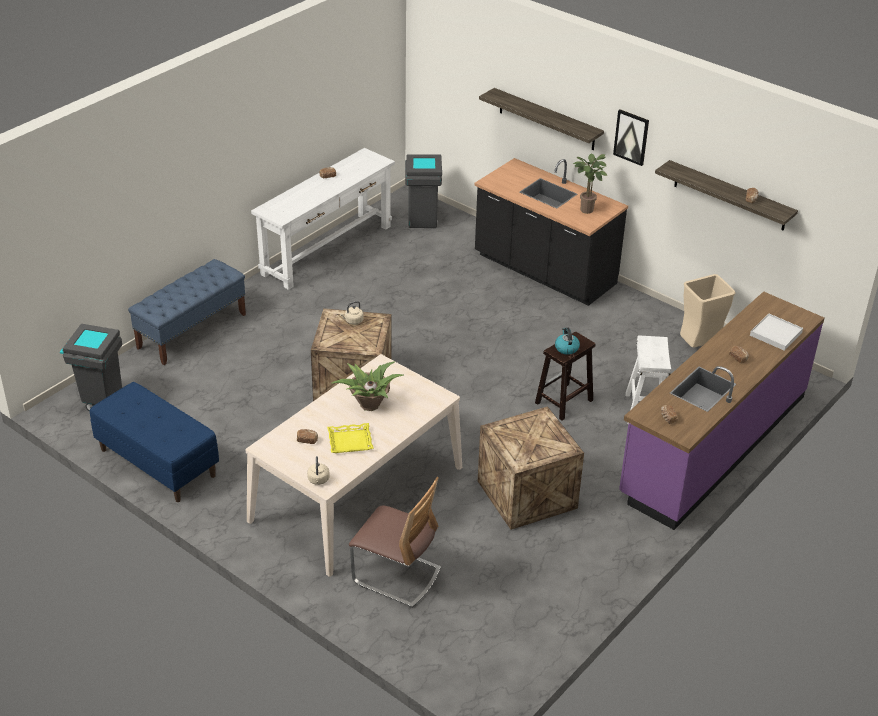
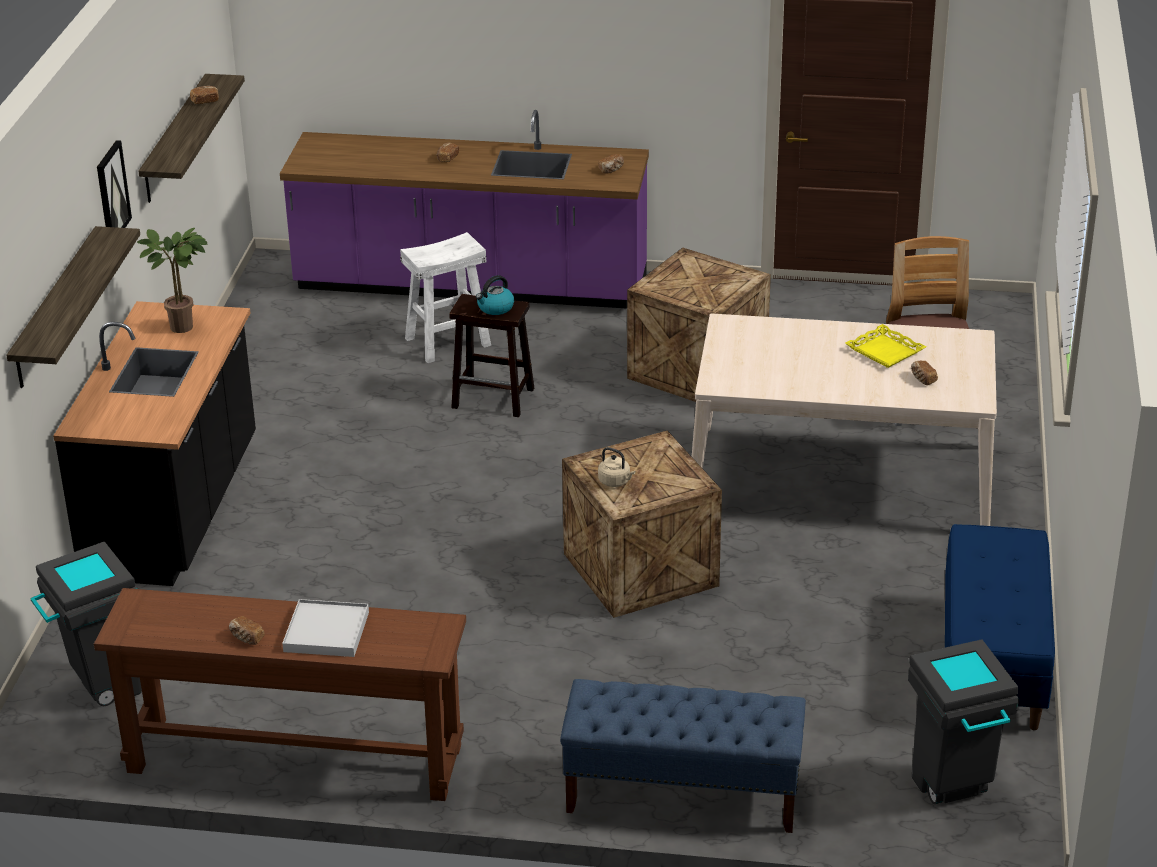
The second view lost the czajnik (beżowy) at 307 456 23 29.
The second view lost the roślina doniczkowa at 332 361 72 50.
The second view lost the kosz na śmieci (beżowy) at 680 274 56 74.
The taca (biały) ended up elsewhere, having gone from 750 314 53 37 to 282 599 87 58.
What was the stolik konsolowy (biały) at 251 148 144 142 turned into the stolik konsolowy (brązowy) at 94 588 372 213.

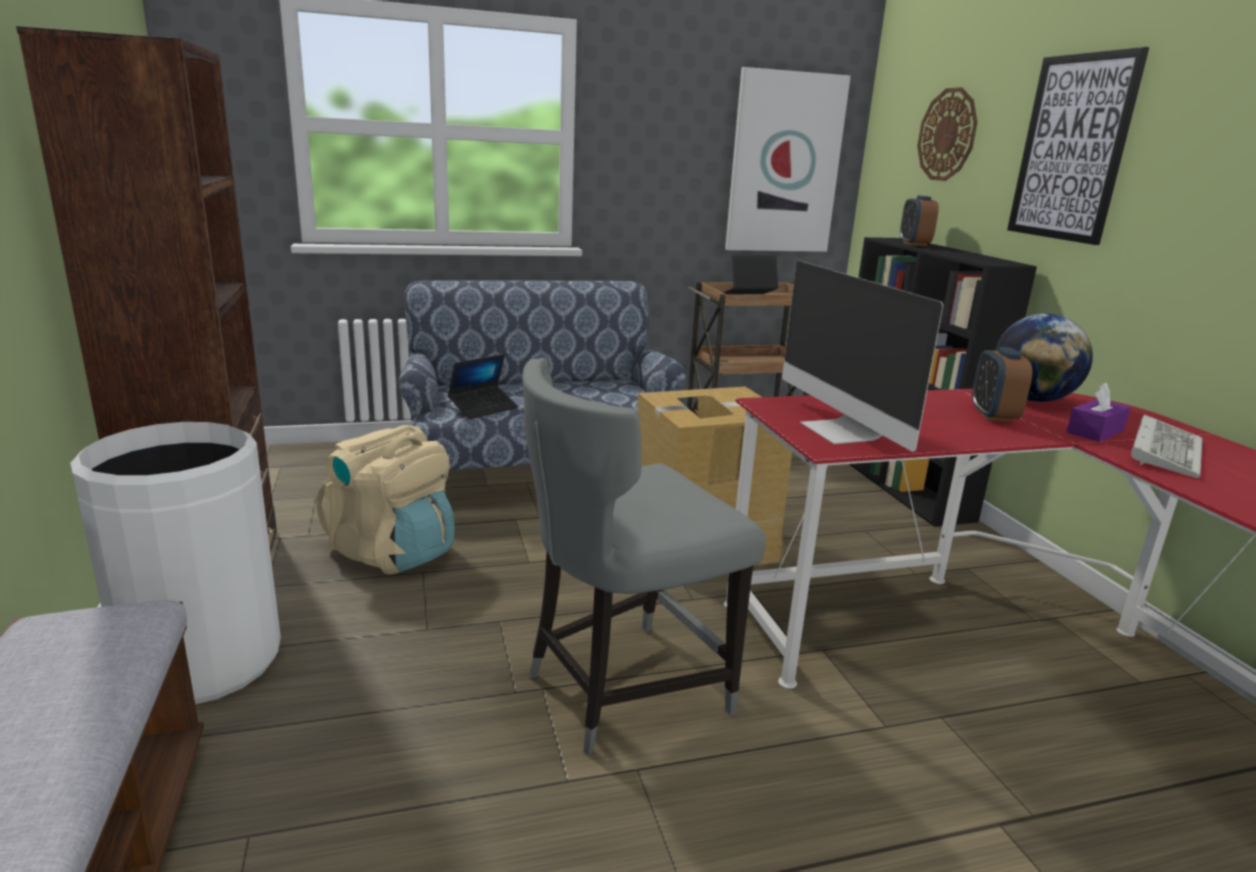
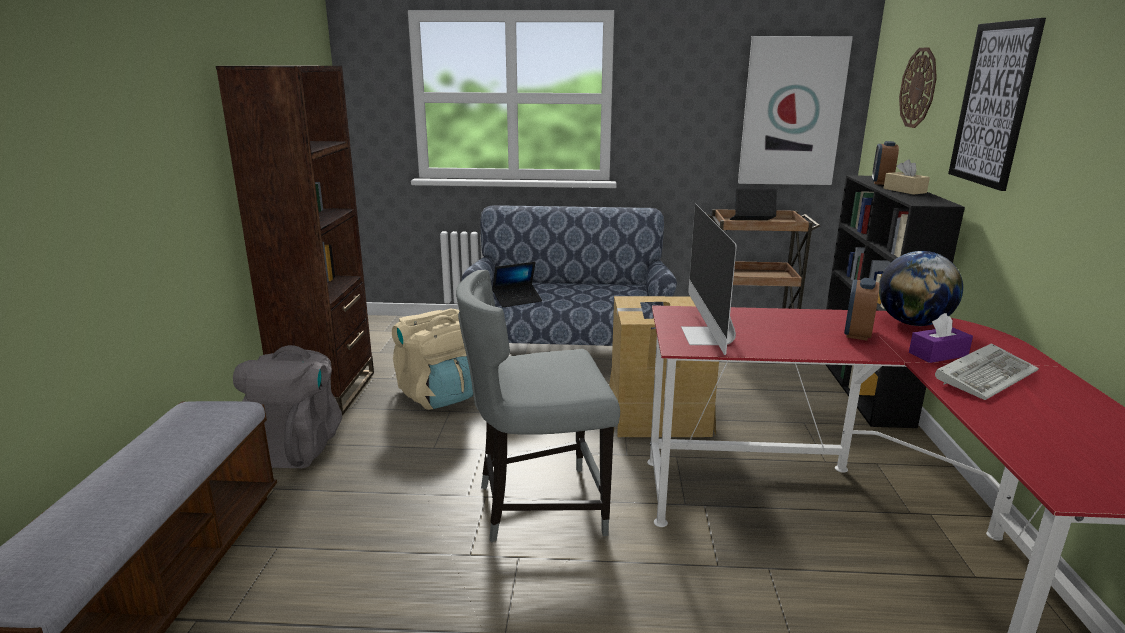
The second view gained the pudełko chusteczek (beżowy) at 884 159 46 36.
Where the kosz na śmieci (biały) stood at 70 422 211 282, the plecak (szary) came to stand at 233 345 109 123.

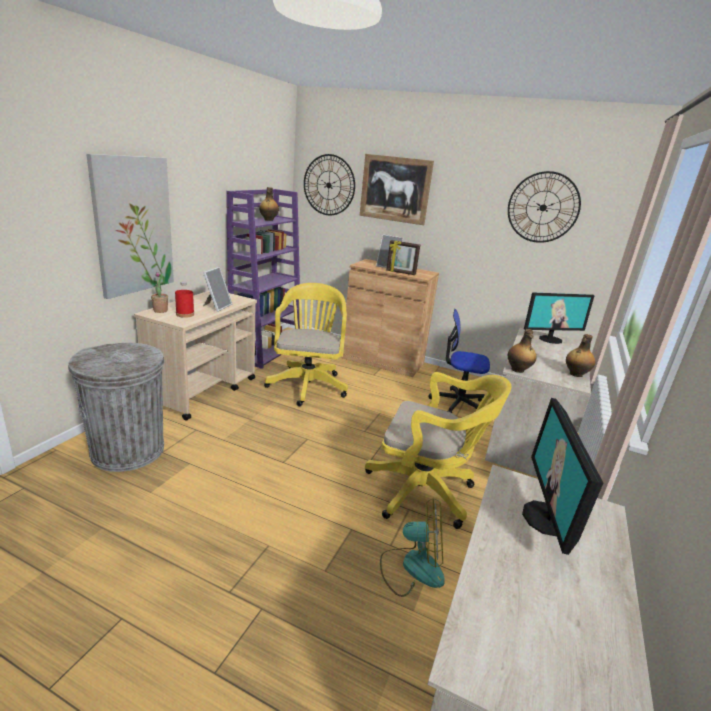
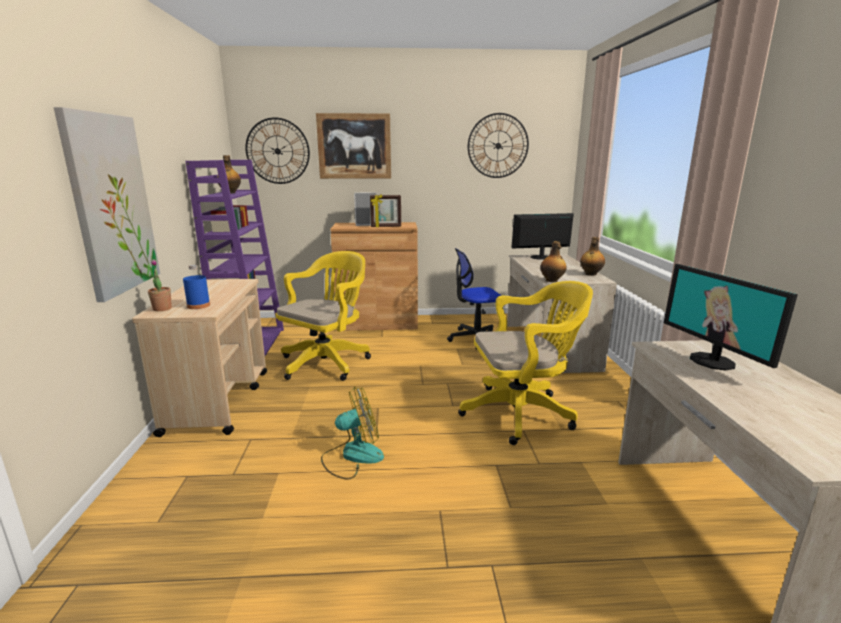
The second view lost the kosz na śmieci (szary) at 68 343 96 129.
The second view lost the ramka na zdjęcie at 203 267 29 45.
The wentylator ended up elsewhere, having gone from 380 498 65 99 to 321 386 63 94.
What was the butelka (czerwony) at 175 281 19 37 turned into the butelka (niebieski) at 183 265 27 44.
The krzesło biurowe (żółty) at 264 283 84 123 ended up facing another way, 60 degrees clockwise from before.
The monitor at 524 292 71 52 ended up facing another way, 150 degrees counterclockwise from before.

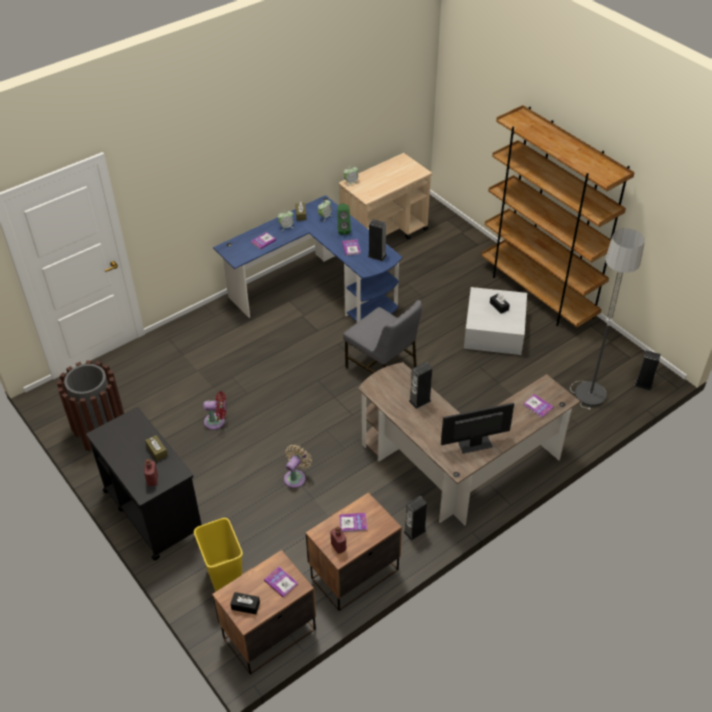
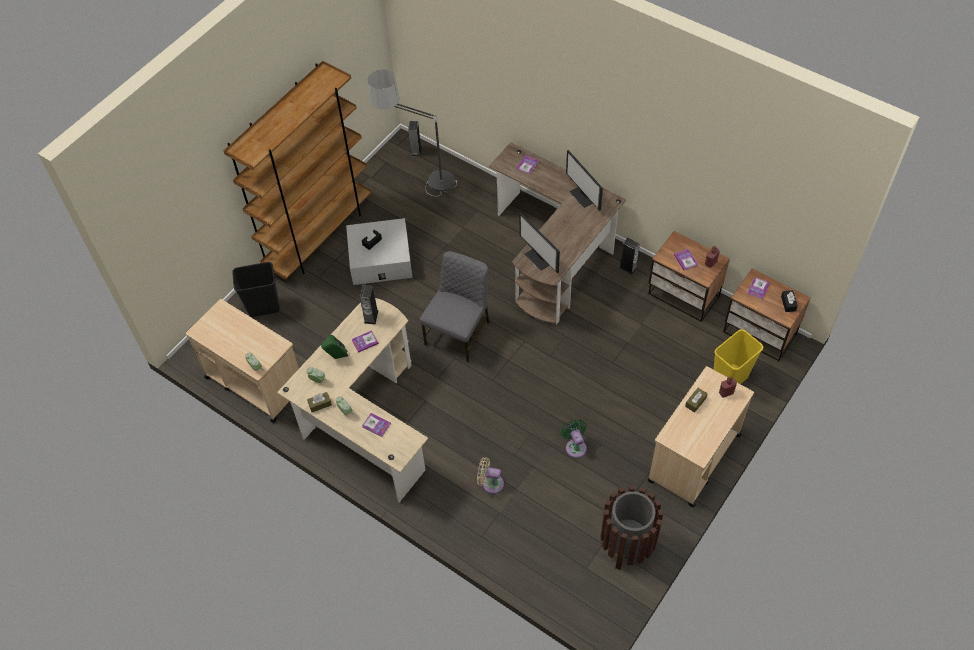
The second view lost the głośnik at 409 362 23 47.
The second view gained the kosz na śmieci (czarny) at 232 262 48 55.
The second view gained the monitor at 519 212 41 62.
The wentylator (beżowy) ended up elsewhere, having gone from 284 445 28 43 to 477 457 27 37.
What was the wózek (czarny) at 86 407 116 154 turned into the wózek (beżowy) at 648 366 106 141.
What was the wentylator (czerwony) at 203 391 23 39 turned into the wentylator (zielony) at 560 419 27 39.
What was the biurko (niebieski) at 213 195 190 127 turned into the biurko (beżowy) at 277 298 151 204.

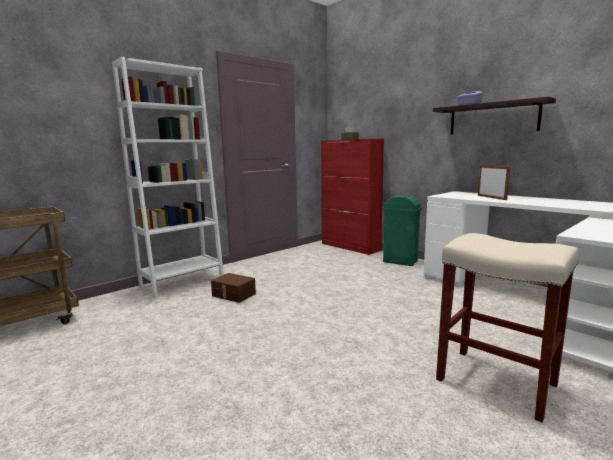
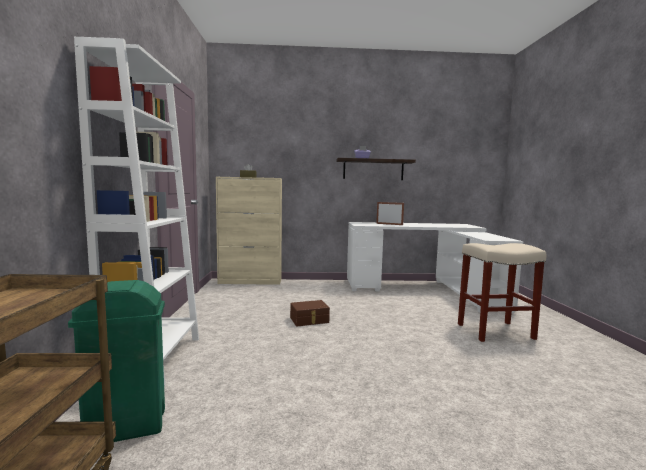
The pojemnik do przechowywania (brązowy) ended up elsewhere, having gone from 211 273 45 30 to 290 300 40 26.
The kosz na śmieci (zielony) ended up elsewhere, having gone from 383 195 39 71 to 68 280 97 162.
What was the szafka (czerwony) at 321 139 63 116 turned into the szafka (beżowy) at 216 177 66 108.

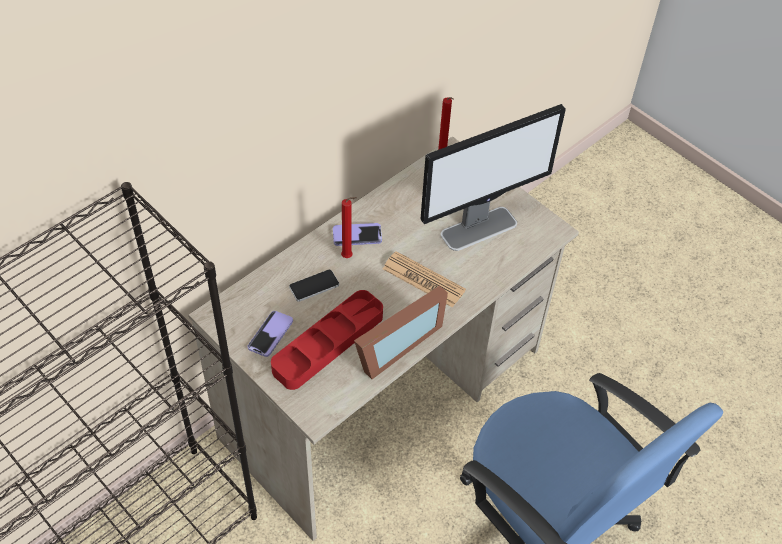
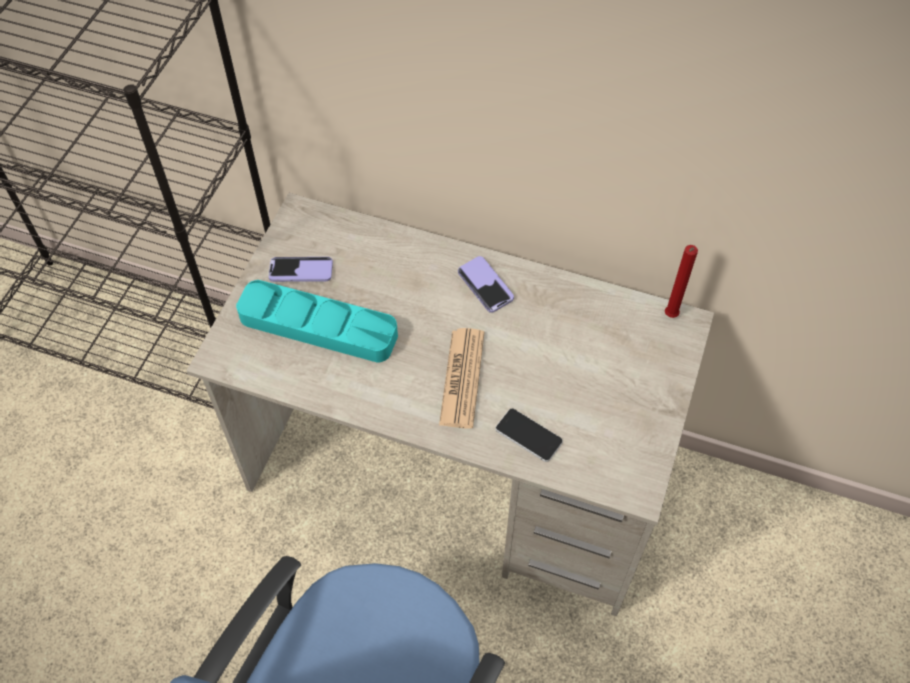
The second view lost the świeca (czerwony) at 341 197 15 61.
The second view lost the ramka na zdjęcie at 354 286 94 93.
The second view lost the monitor at 421 104 145 147.
The telefon ended up elsewhere, having gone from 289 270 50 32 to 495 408 68 54.
What was the taca (czerwony) at 271 290 112 100 turned into the taca (turkusowy) at 236 280 162 83.

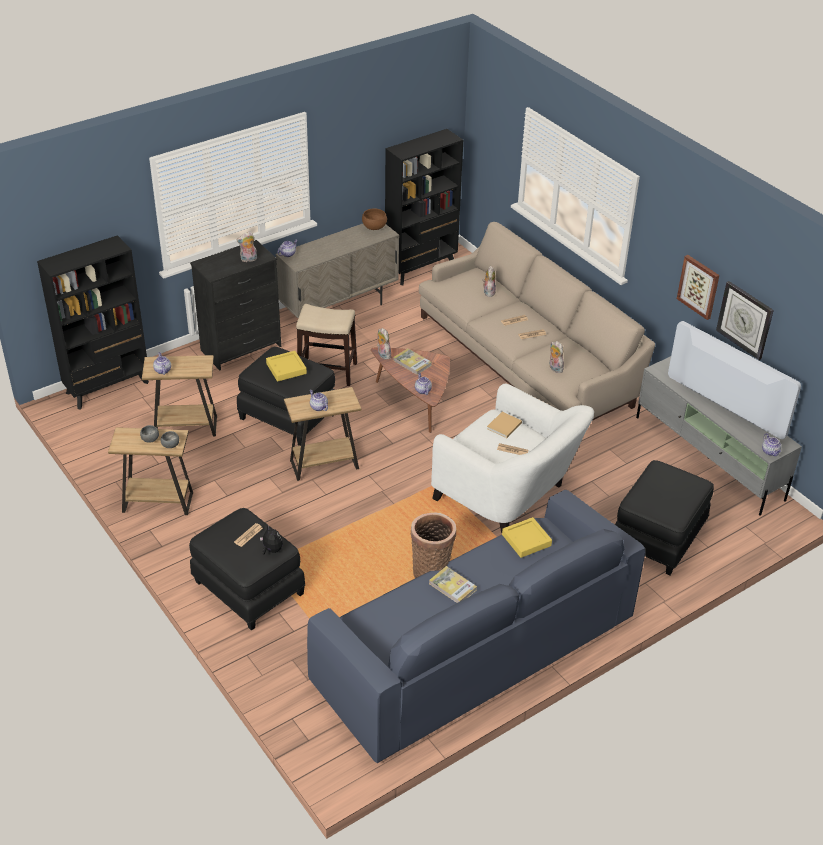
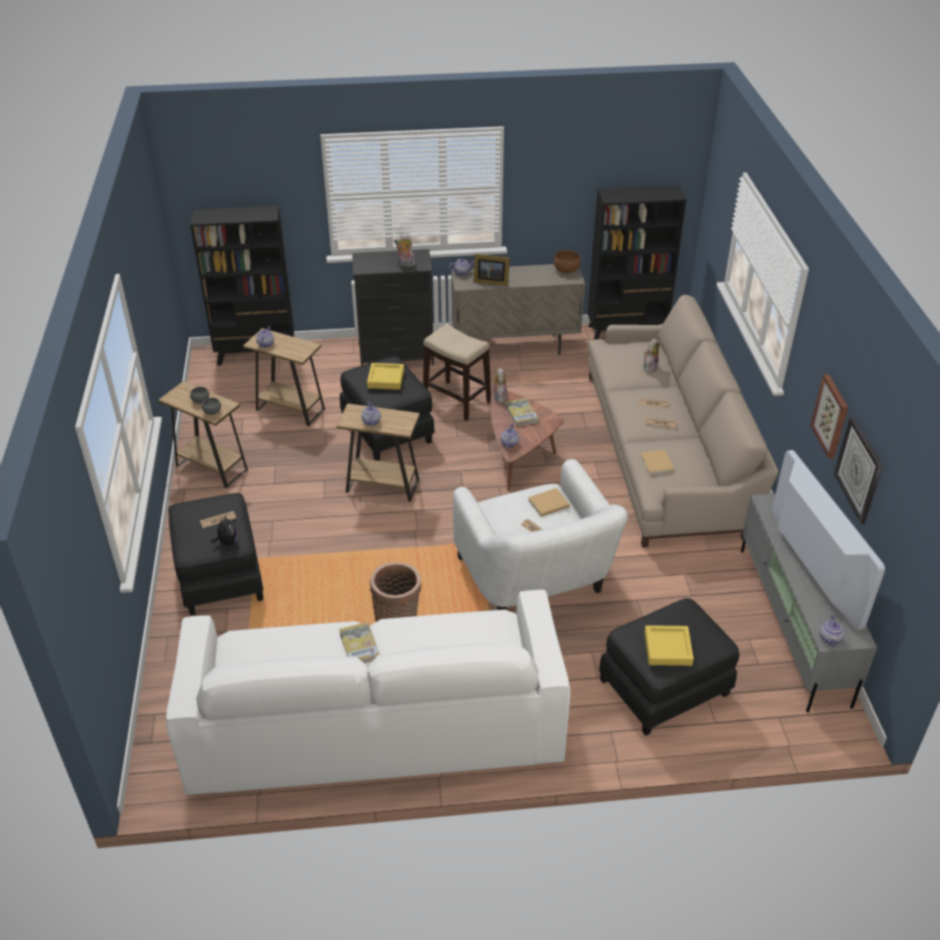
The second view gained the ramka na zdjęcie at 473 254 37 32.
The taca (żółty) ended up elsewhere, having gone from 502 517 50 41 to 644 625 50 41.
Where the pluszak stood at 550 341 14 32, the książka (beżowy) came to stand at 640 450 34 25.
What was the kanapa (niebieski) at 307 490 338 273 turned into the kanapa (biały) at 166 590 405 205.

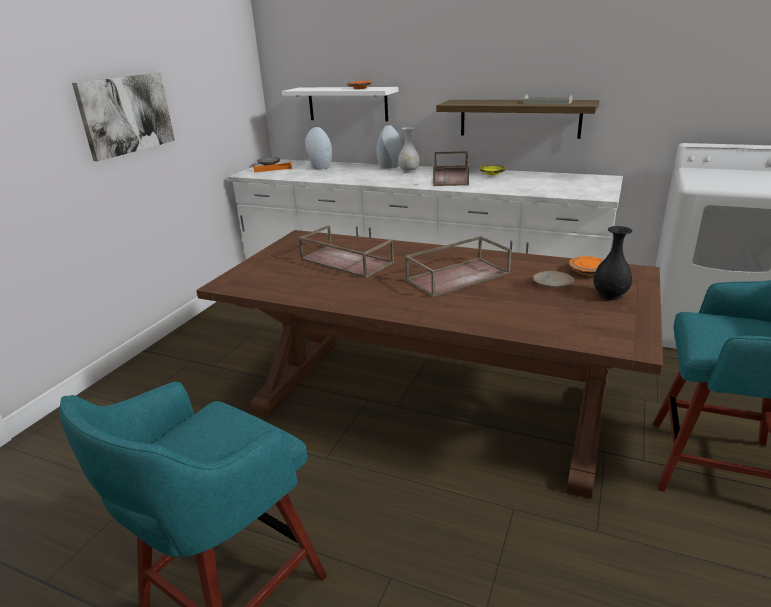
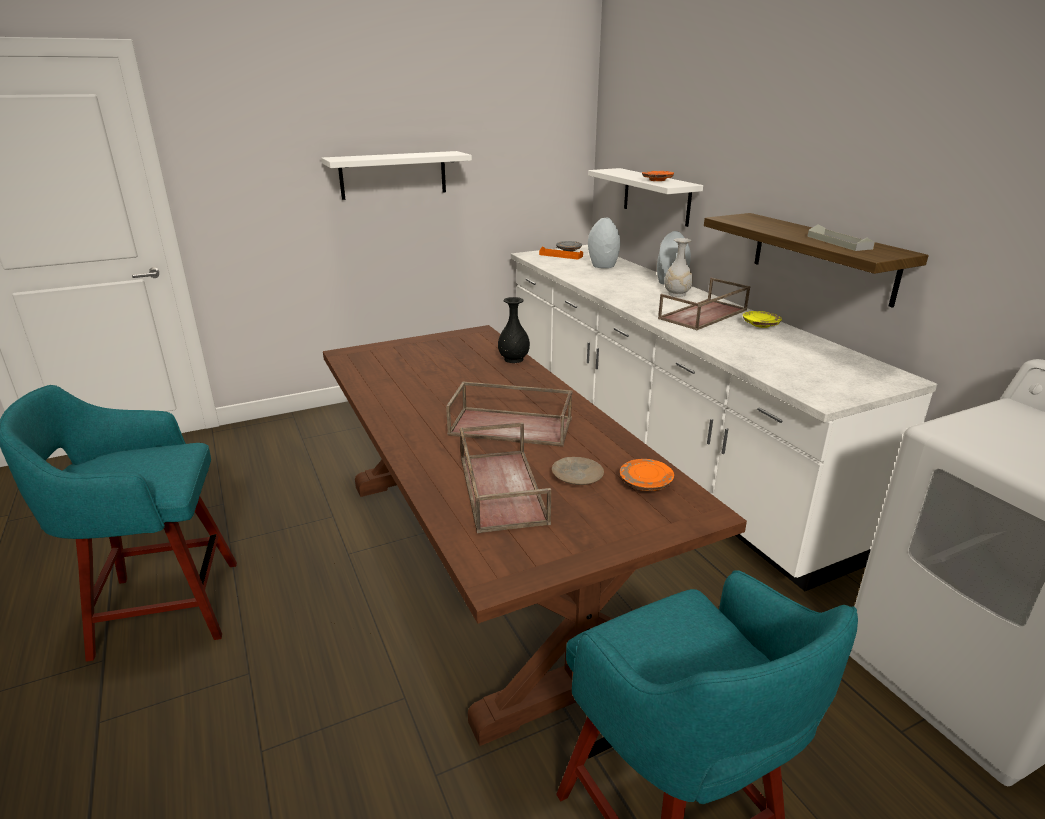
The taca (brązowy) ended up elsewhere, having gone from 298 225 96 53 to 460 422 91 111.
The wazon (czarny) ended up elsewhere, having gone from 594 226 38 74 to 498 297 32 66.
Where the obraz hung at 72 73 103 88, the półka (biały) came to hang at 321 151 151 49.

